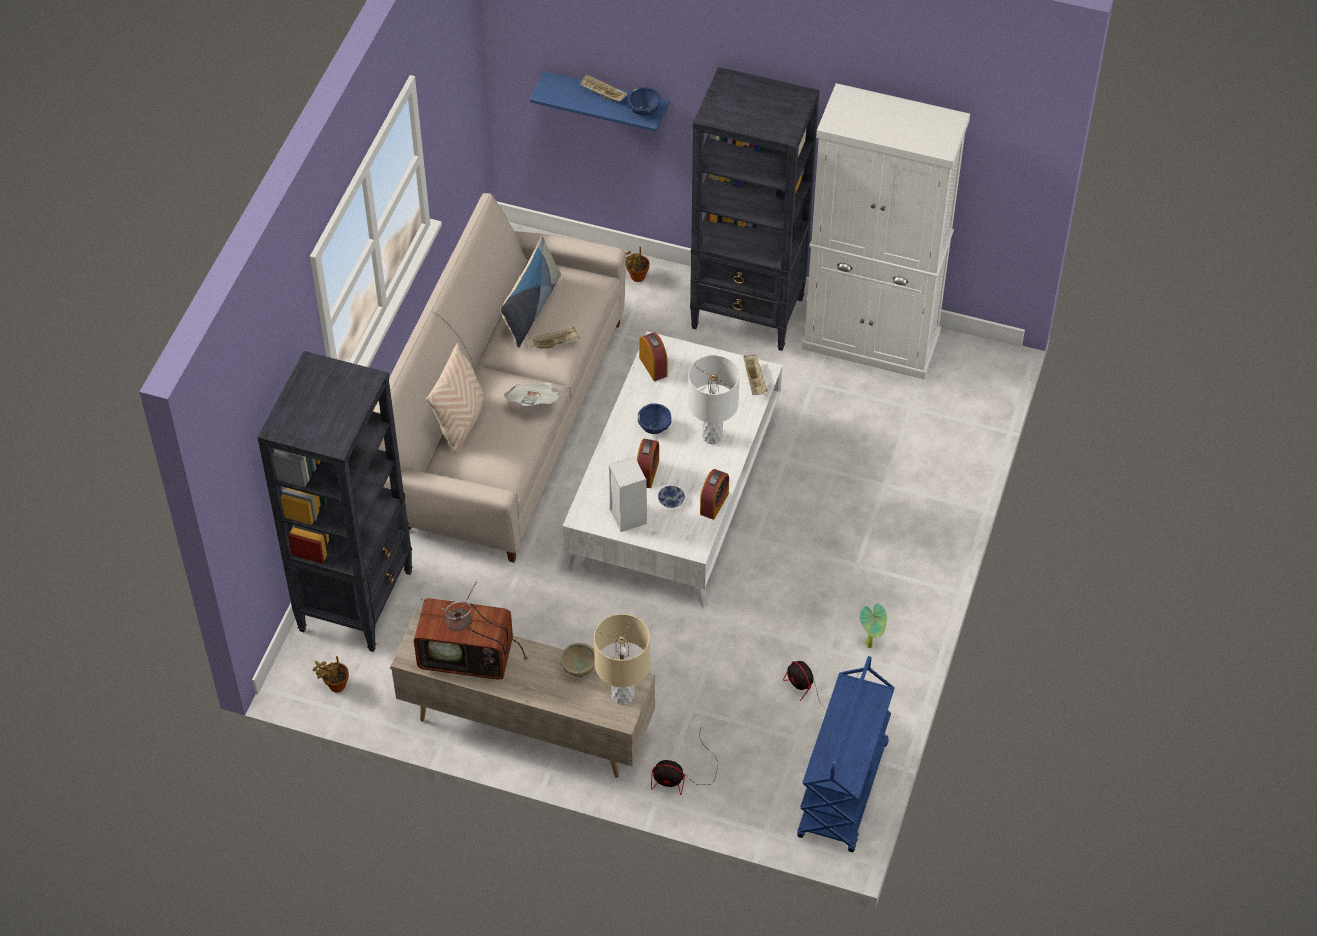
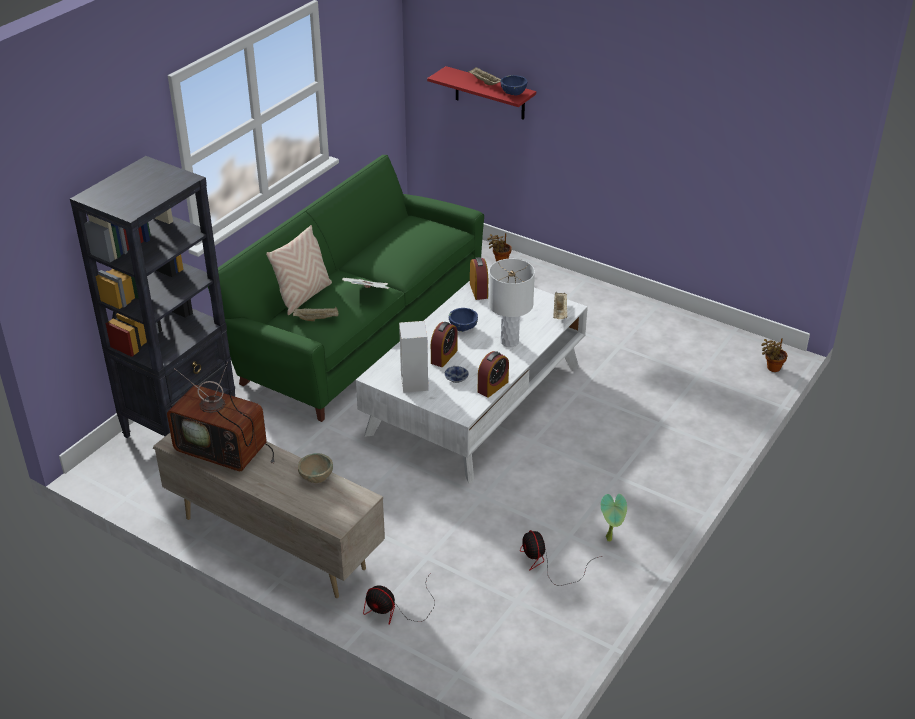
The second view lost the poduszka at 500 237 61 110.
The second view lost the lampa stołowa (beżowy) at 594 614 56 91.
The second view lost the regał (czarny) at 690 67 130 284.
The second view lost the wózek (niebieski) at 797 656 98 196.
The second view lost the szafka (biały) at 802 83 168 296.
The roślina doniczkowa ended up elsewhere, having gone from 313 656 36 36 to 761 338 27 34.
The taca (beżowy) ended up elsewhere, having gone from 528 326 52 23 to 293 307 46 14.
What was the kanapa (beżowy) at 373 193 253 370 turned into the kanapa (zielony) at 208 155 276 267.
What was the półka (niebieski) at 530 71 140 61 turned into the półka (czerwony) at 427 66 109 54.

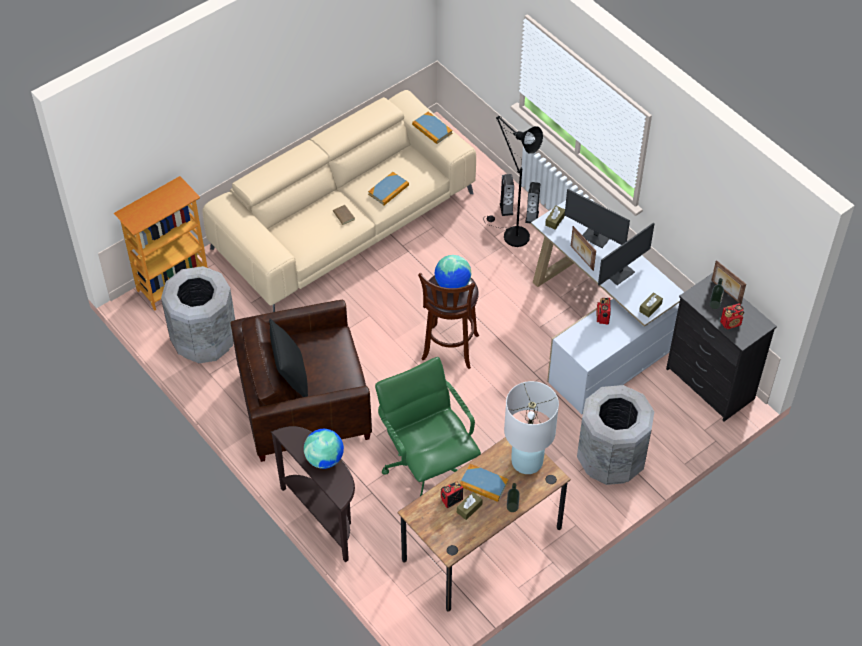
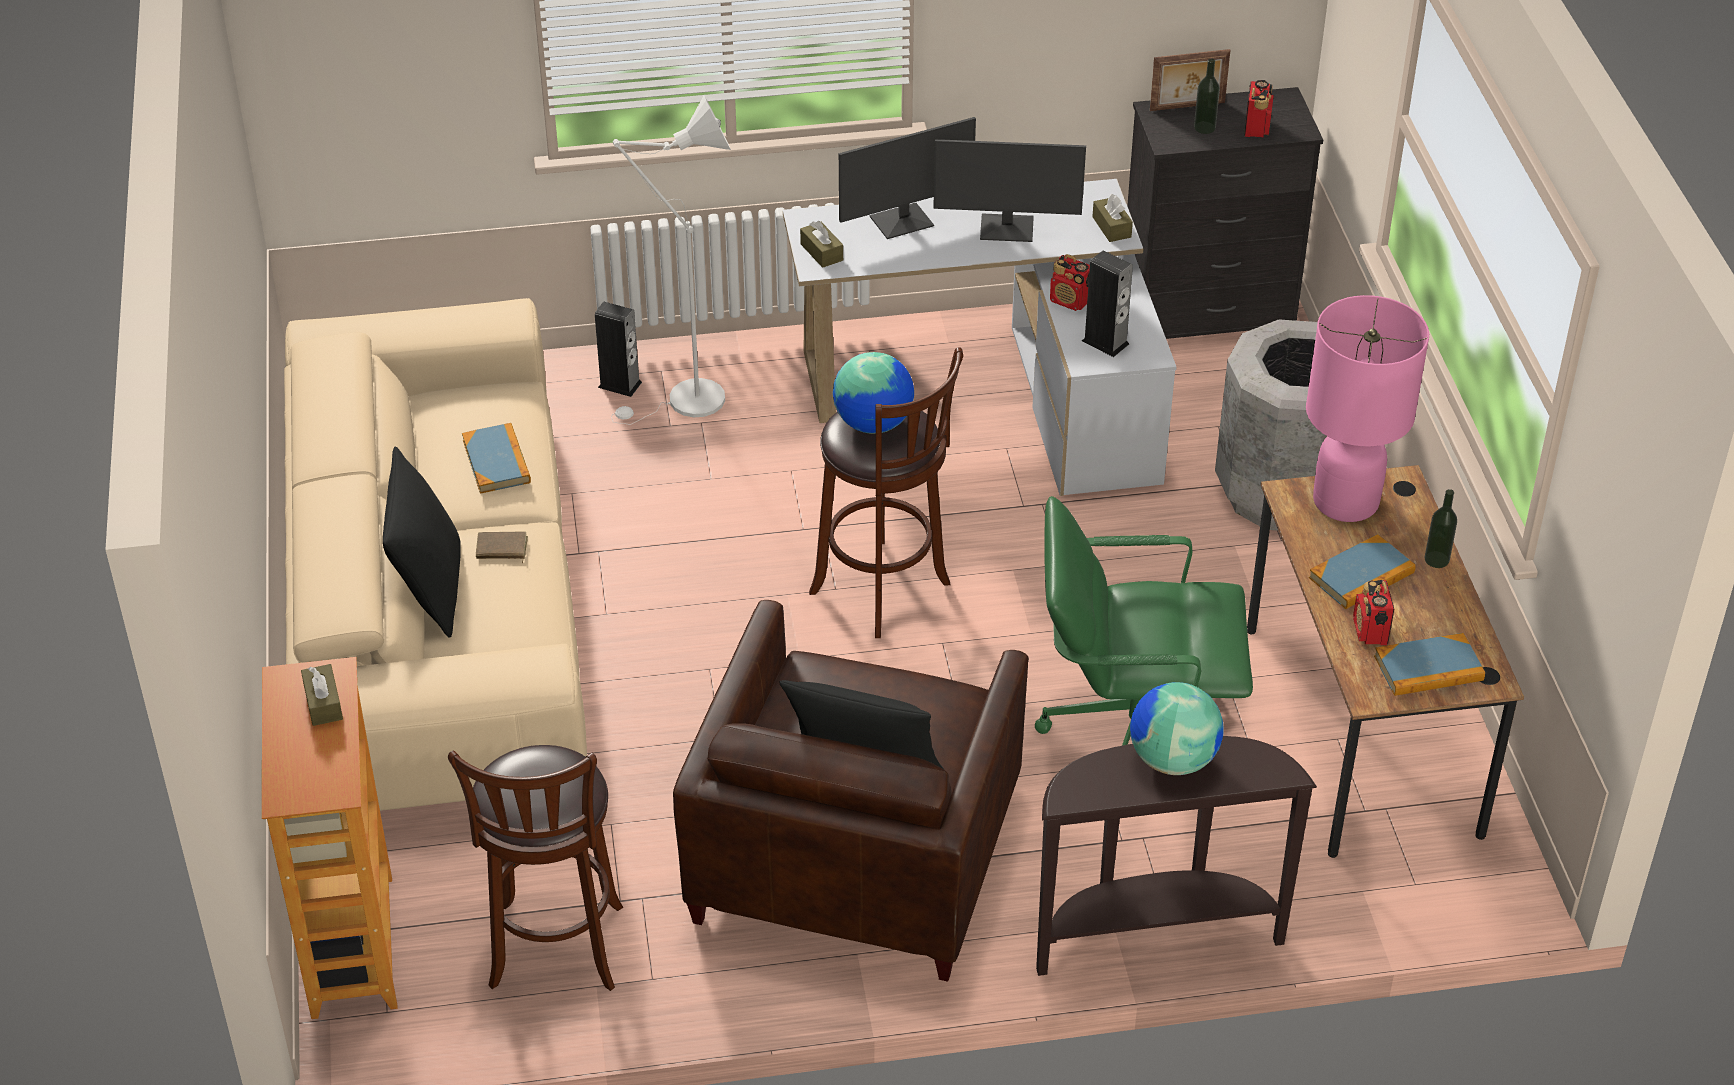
The second view lost the ramka na zdjęcie at 571 226 25 45.
The second view gained the poduszka (czarny) at 383 446 78 192.
The książka ended up elsewhere, having gone from 412 111 41 33 to 1374 633 111 63.
The pudełko chusteczek (brązowy) ended up elsewhere, having gone from 457 492 26 28 to 301 664 42 62.
The głośnik ended up elsewhere, having gone from 525 182 15 42 to 1082 250 51 107.
Where the kosz na śmieci (szary) stood at 161 266 74 97, the stołek (brązowy) came to stand at 448 745 175 246.
What was the lampa stojąca (czarny) at 483 116 60 131 turned into the lampa stojąca (biały) at 611 96 120 328.
What was the lampa stołowa (biały) at 504 381 55 93 turned into the lampa stołowa (różowy) at 1306 295 123 227.
The monitor at 598 222 57 64 ended up facing another way, 105 degrees clockwise from before.

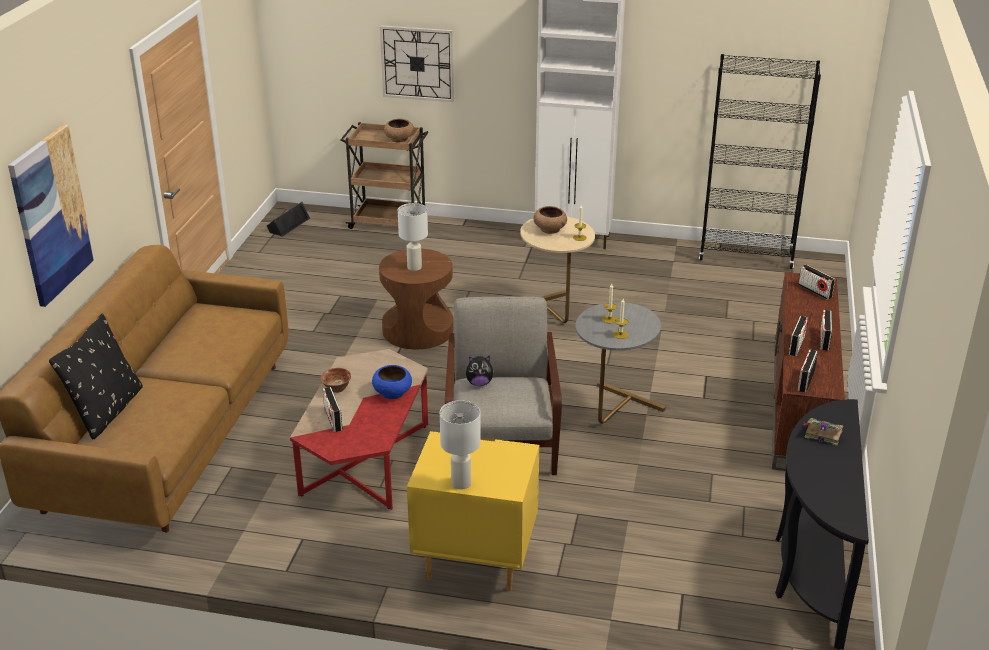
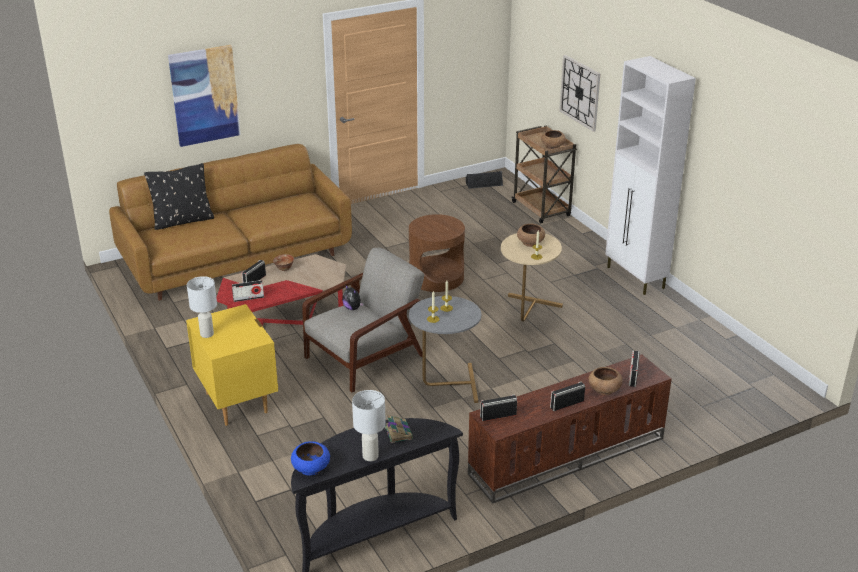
The second view lost the regał (czarny) at 699 54 122 215.
The second view gained the miska (brązowy) at 589 367 34 28.
The miska (niebieski) ended up elsewhere, having gone from 372 365 40 34 to 291 441 39 34.
The lampa stołowa (biały) ended up elsewhere, having gone from 398 203 30 68 to 352 390 34 71.
The radio ended up elsewhere, having gone from 788 316 20 40 to 232 280 32 22.

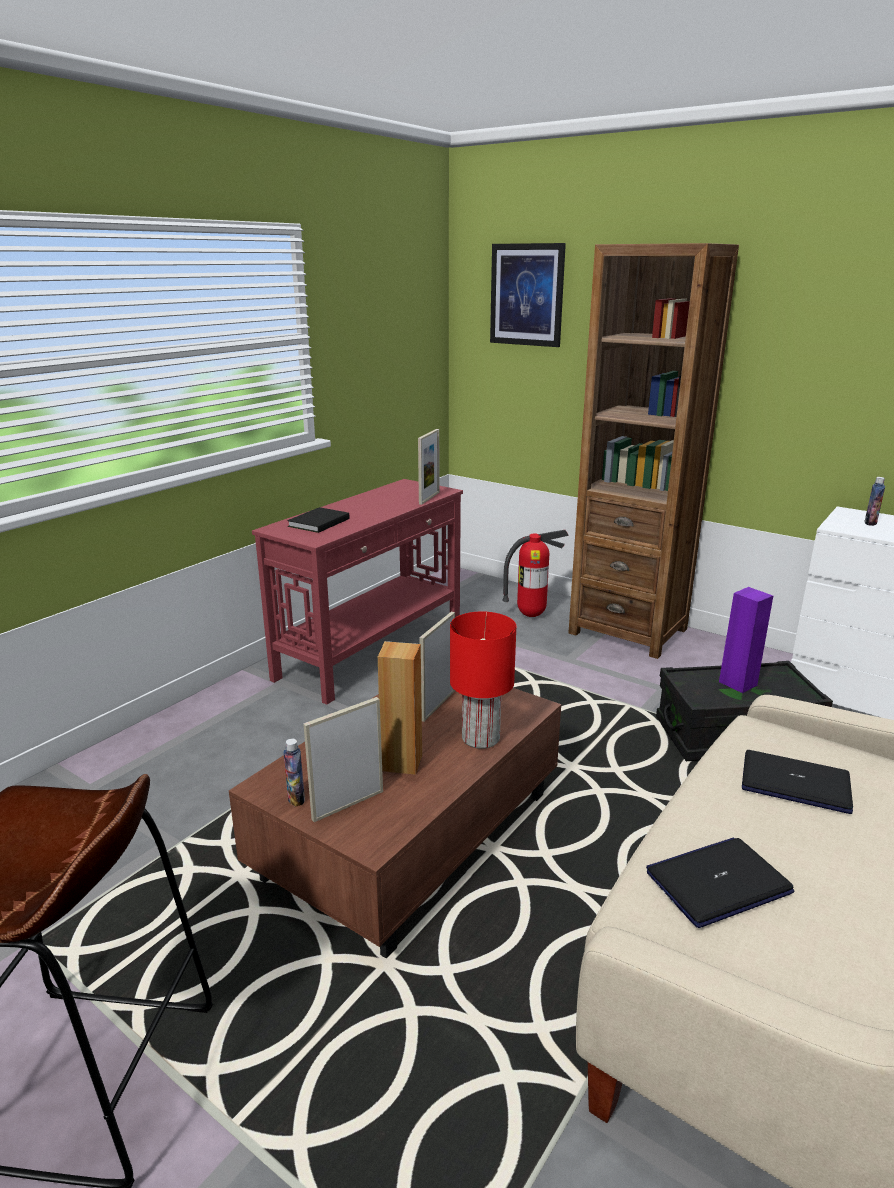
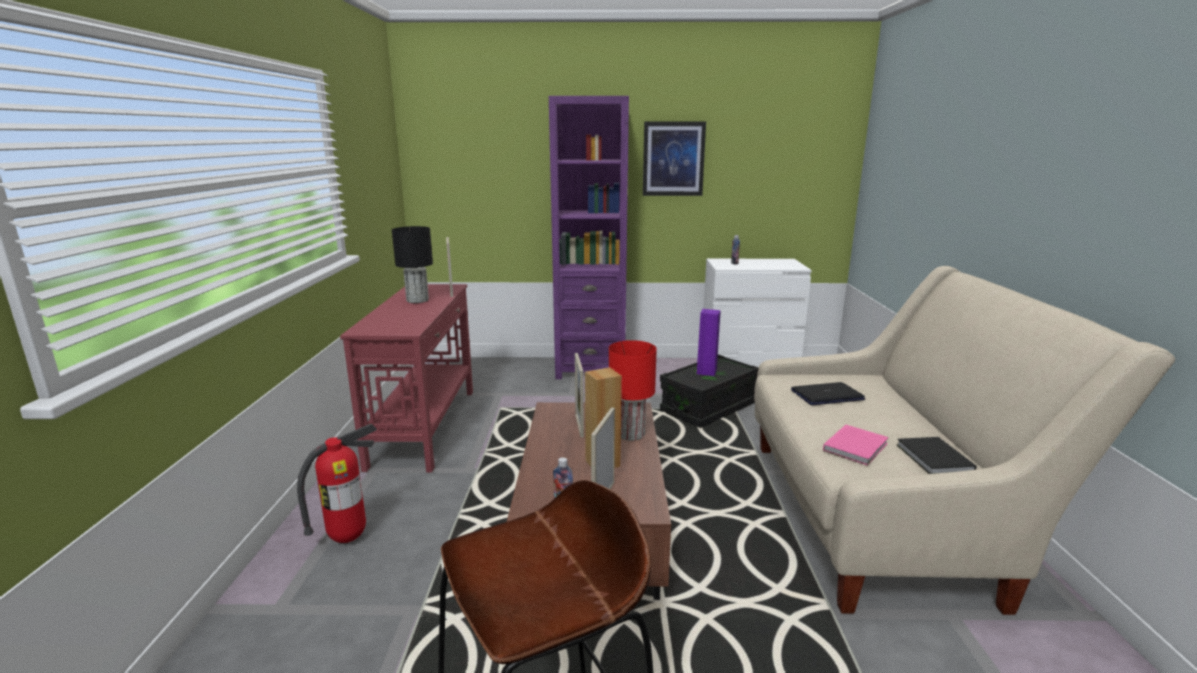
The second view gained the lampa stołowa (czarny) at 392 226 41 77.
The książka (czarny) ended up elsewhere, having gone from 287 507 63 26 to 897 437 80 37.
The obraz ended up elsewhere, having gone from 490 243 76 104 to 643 121 63 75.
The gaśnica ended up elsewhere, having gone from 502 530 67 87 to 297 423 81 120.
Where the laptop stood at 646 837 148 91, the książka (różowy) came to stand at 823 425 66 41.
What was the regał (brązowy) at 568 243 171 416 turned into the regał (fioletowy) at 549 96 80 283.

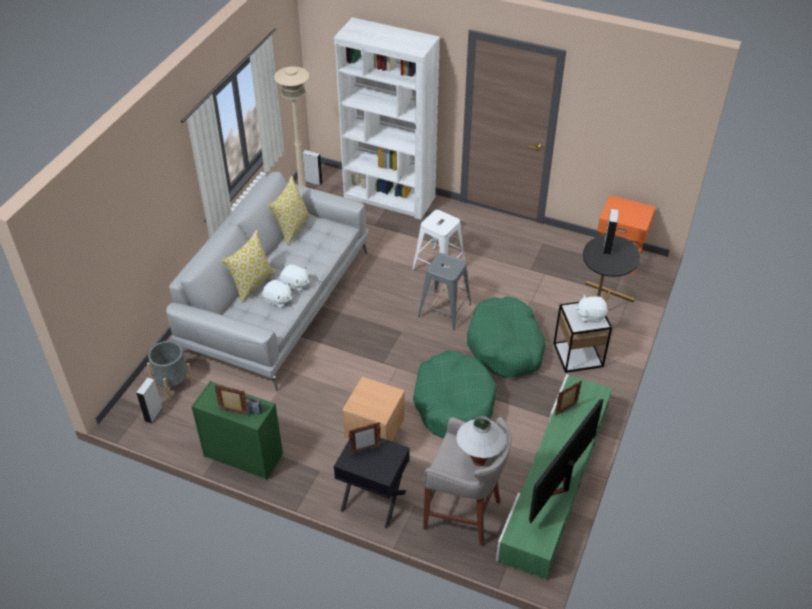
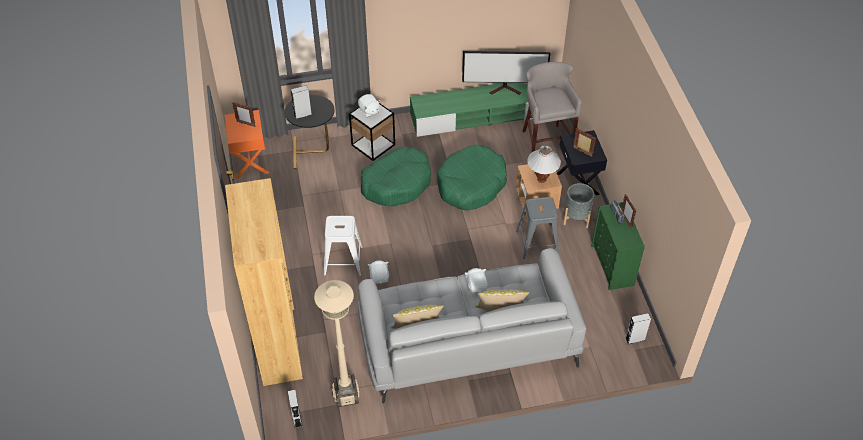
The donica (szary) ended up elsewhere, having gone from 147 341 47 59 to 564 183 30 45.
The pluszak (biały) ended up elsewhere, having gone from 262 280 30 28 to 368 260 21 24.
The stołek (szary) ended up elsewhere, having gone from 418 253 53 77 to 516 197 43 62.
The lampa stołowa (biały) ended up elsewhere, having gone from 456 416 50 50 to 527 146 34 37.
The ramka na zdjęcie ended up elsewhere, having gone from 555 381 27 35 to 232 102 24 25.
What was the regał (biały) at 334 17 106 203 turned into the regał (brązowy) at 225 178 78 208.

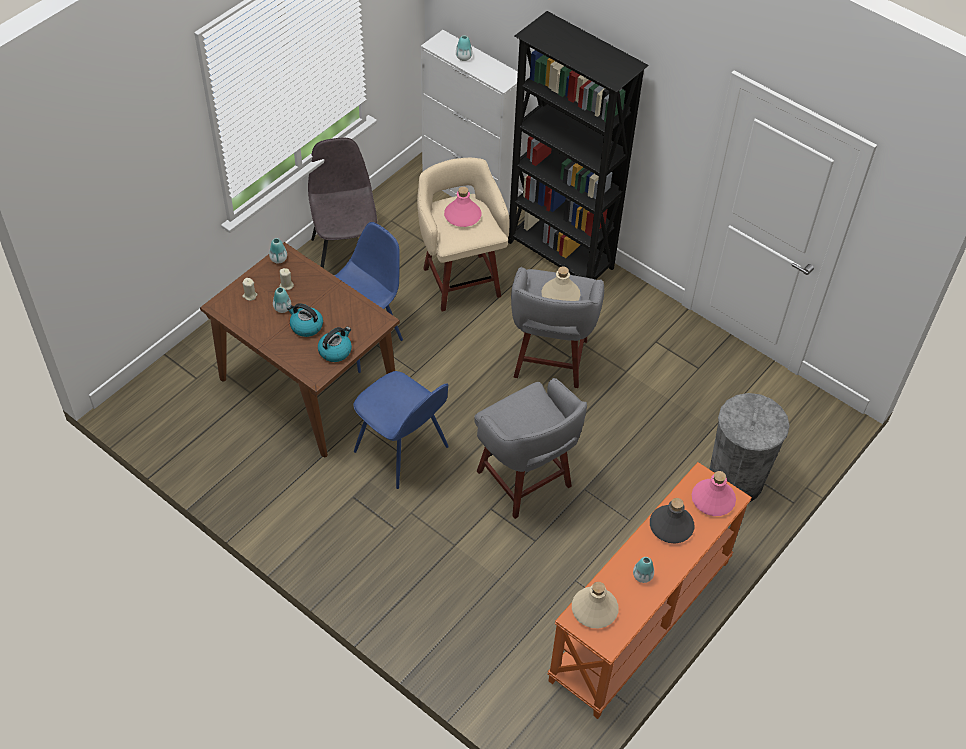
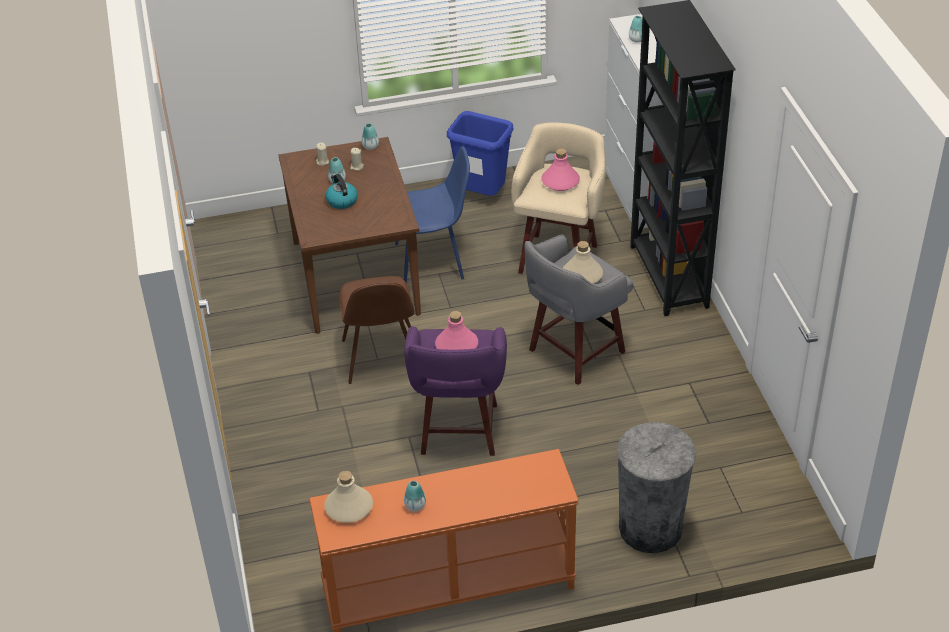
The second view lost the czajnik at 318 327 34 35.
The second view lost the butelka (szary) at 650 498 44 46.
The butelka (różowy) ended up elsewhere, having gone from 692 471 44 45 to 435 311 43 39.
Where the krzesło (szary) stood at 308 138 70 130, the kosz na śmieci (niebieski) came to stand at 447 111 66 85.
What was the krzesło (niebieski) at 354 371 95 118 turned into the krzesło (brązowy) at 340 276 75 108.
What was the stołek (szary) at 474 378 113 141 turned into the stołek (fioletowy) at 404 326 103 130.

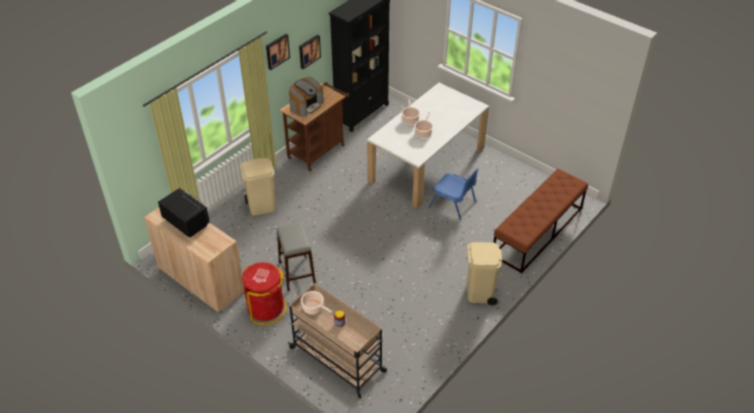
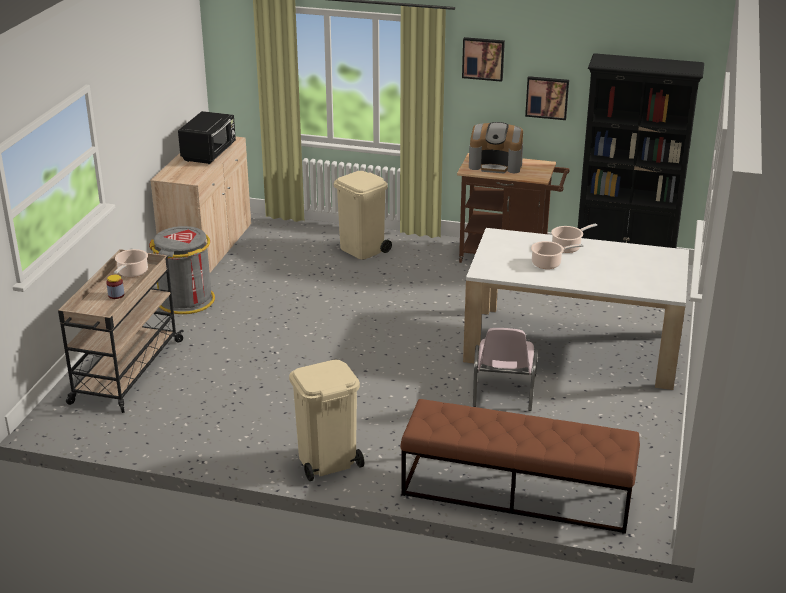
The second view lost the stołek (szary) at 277 222 39 69.
What was the kosz na śmieci (czerwony) at 242 262 45 63 turned into the kosz na śmieci (szary) at 149 226 66 88.
What was the krzesło (niebieski) at 429 168 49 52 turned into the krzesło (różowy) at 473 328 65 83.

